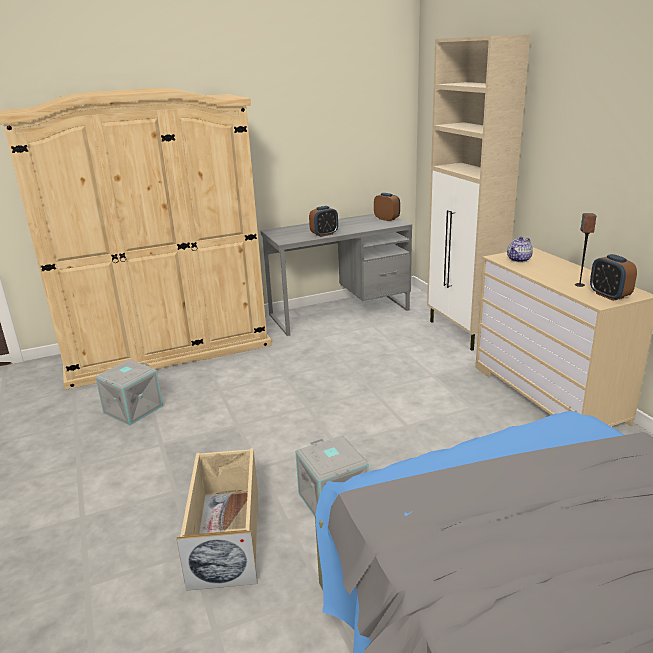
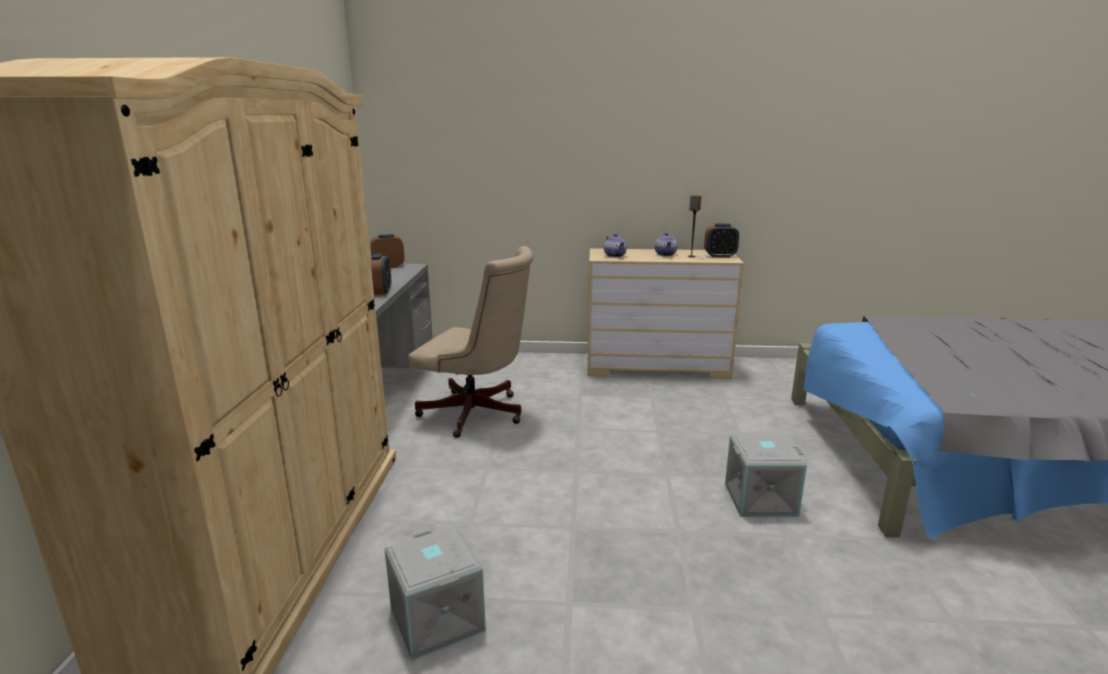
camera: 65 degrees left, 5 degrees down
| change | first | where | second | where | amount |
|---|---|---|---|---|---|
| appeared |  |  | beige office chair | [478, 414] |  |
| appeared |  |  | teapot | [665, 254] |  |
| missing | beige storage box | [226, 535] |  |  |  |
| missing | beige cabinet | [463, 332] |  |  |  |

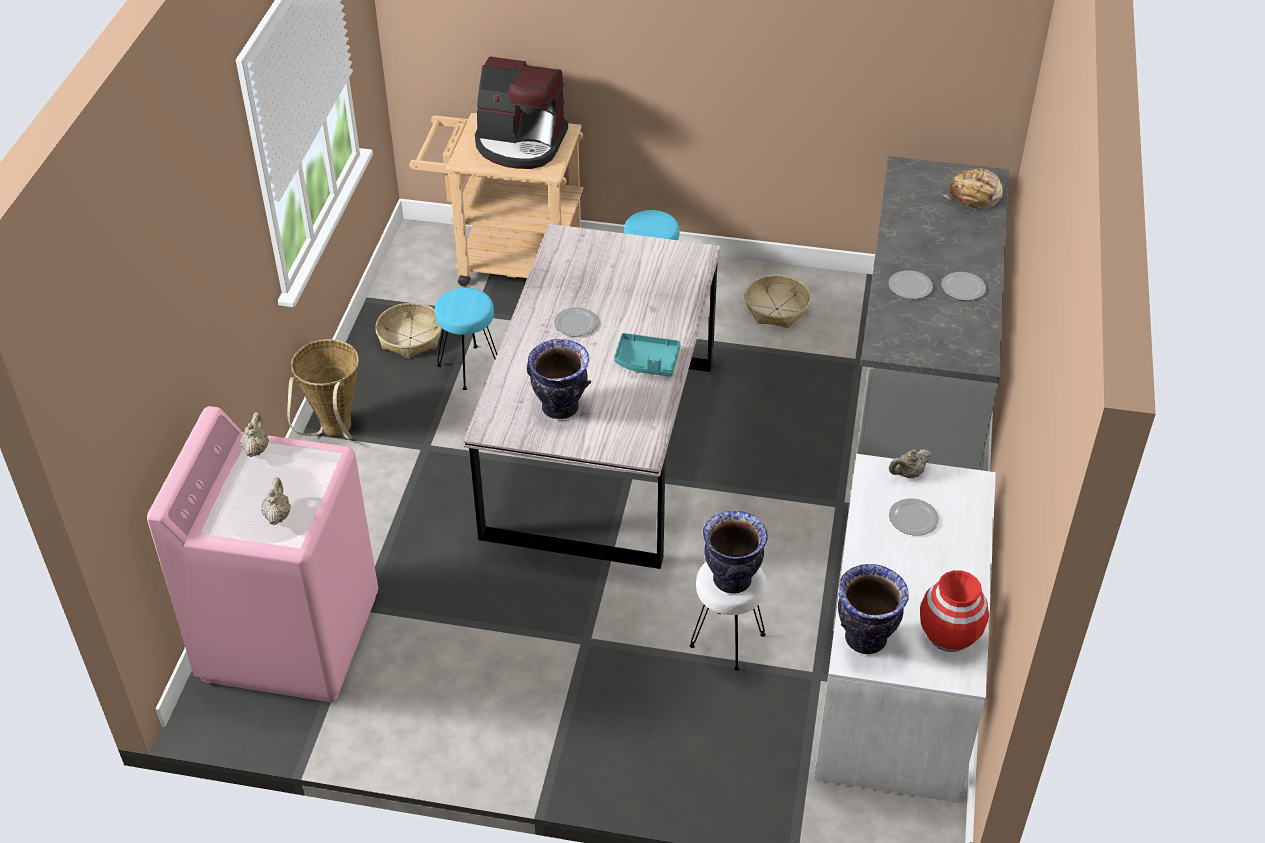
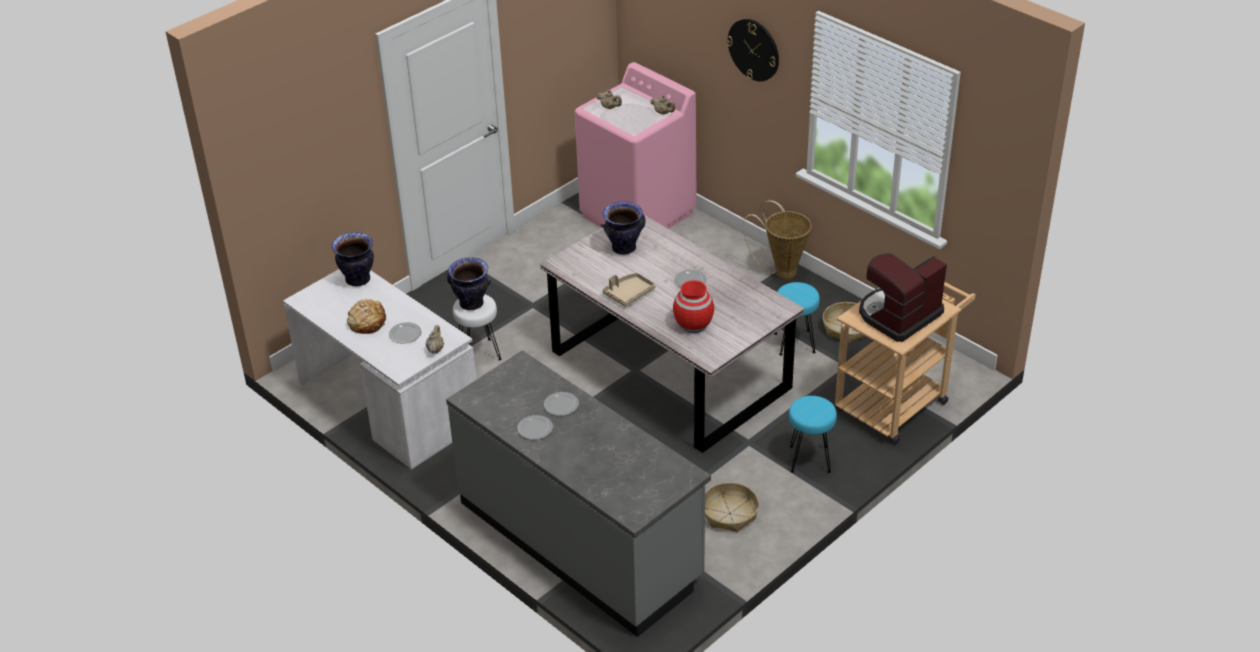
camera: 125 degrees right, 5 degrees down
| change | first | where | second | where | amount |
|---|---|---|---|---|---|
| relocated | bread | [974, 196] |  | [367, 322] |  |
| colour | turquoise tray | [647, 362] | beige tray | [628, 294] |  |
| relocated | red vase | [949, 634] |  | [693, 324] |  |
| appeared |  |  | wall clock | [754, 49] |  |

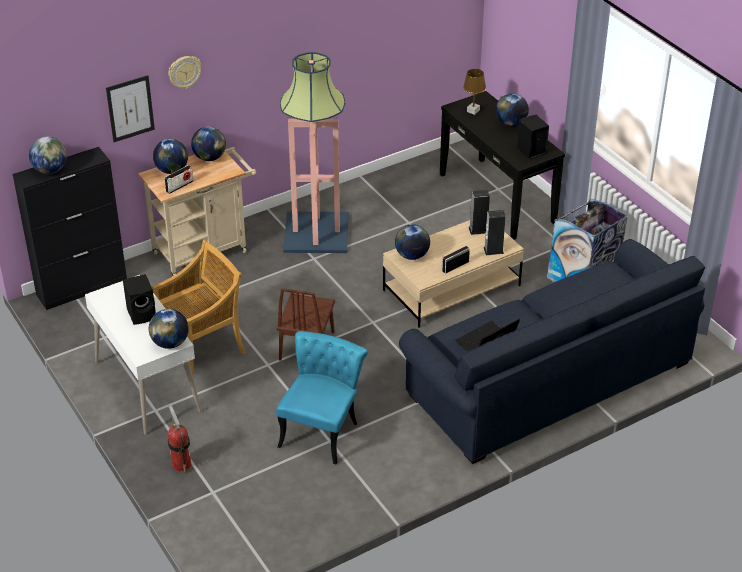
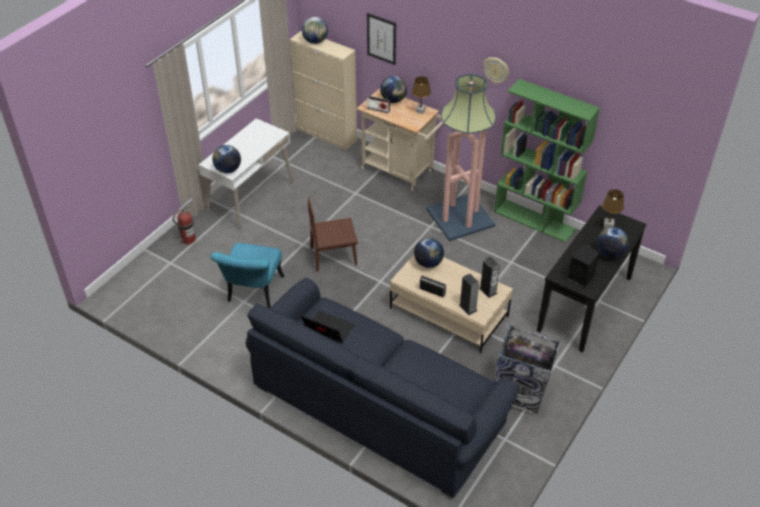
camera: 65 degrees right, 5 degrees up
| change | first | where | second | where | amount |
|---|---|---|---|---|---|
| spun | turquoise chair | [322, 429] |  | [253, 293] | 105 degrees clockwise |
| colour | black cabinet | [82, 287] | beige cabinet | [326, 134] |  |
| exchanged | globe | [209, 158] | brown table lamp | [420, 111] |  |
| relocated | wall clock | [184, 72] |  | [496, 70] |  |
| appeared |  |  | green bookcase | [535, 220] |  |
| missing | black speaker | [142, 314] |  |  |  |
| missing | beige chair | [202, 347] |  |  |  |

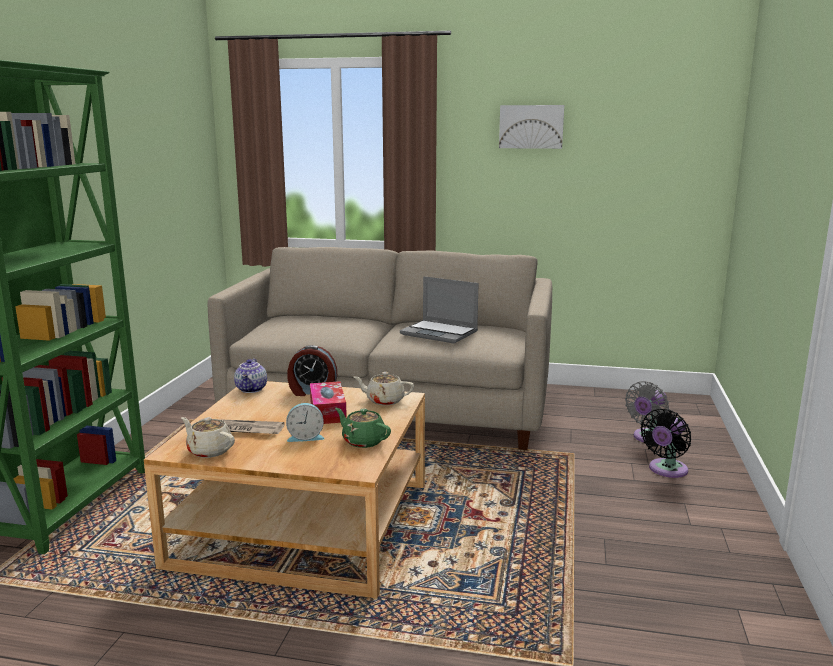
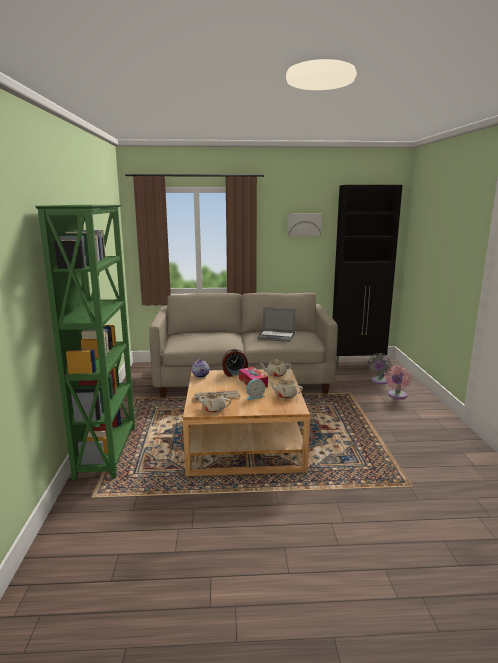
camera: 15 degrees left, 0 degrees up
| change | first | where | second | where | amount |
|---|---|---|---|---|---|
| colour | green teapot | [363, 441] | beige teapot | [285, 395] |  |
| appeared |  |  | black cabinet | [358, 362] |  |
| colour | black fan | [666, 470] | pink fan | [396, 396] |  |

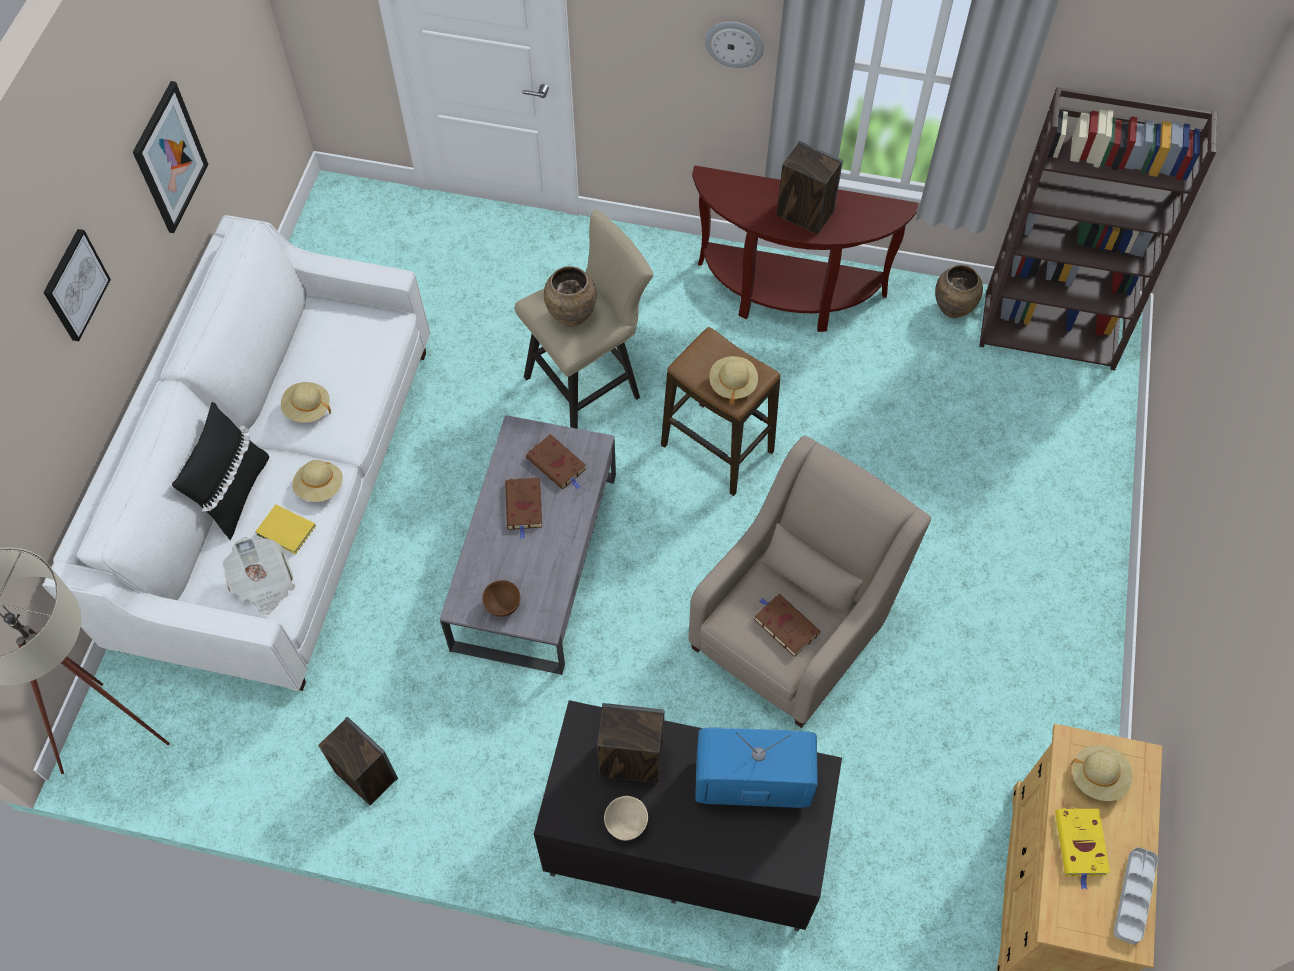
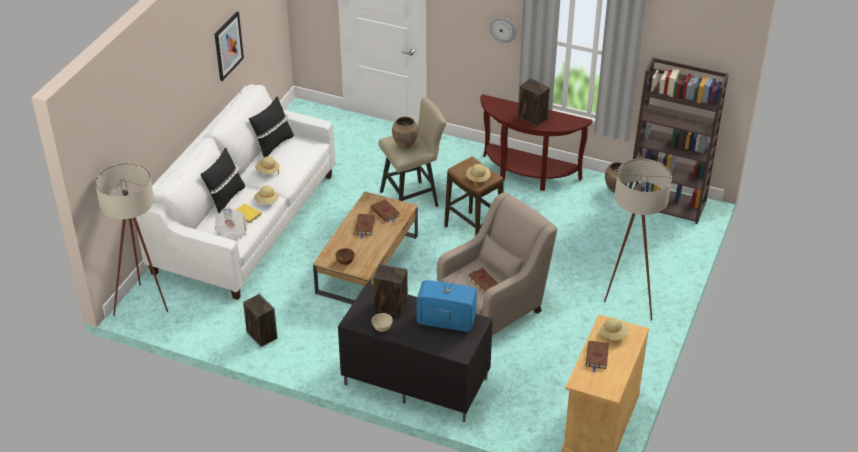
camera: 10 degrees right, 20 degrees down
| change | first | where | second | where | amount |
|---|---|---|---|---|---|
| appeared |  |  | black pillow | [273, 145] |  |
| colour | grey coffee table | [536, 558] | brown coffee table | [368, 263] |  |
| colour | yellow book | [1081, 846] | brown book | [597, 357] |  |
| appeared |  |  | beige floor lamp | [628, 302] |  |
| missing | picture | [74, 285] |  |  |  |
| missing | grey tray | [1134, 896] |  |  |  |

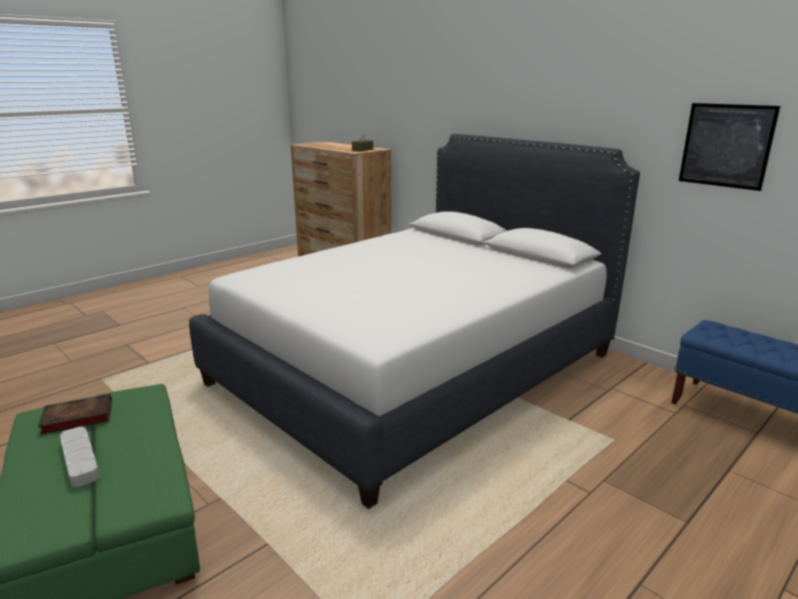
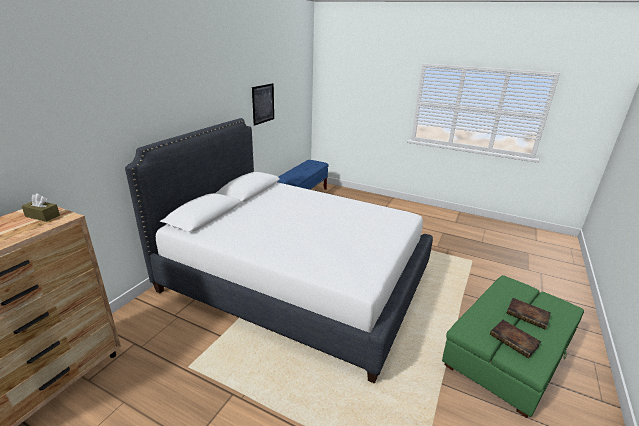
camera: 110 degrees left, 5 degrees up
| change | first | where | second | where | amount |
|---|---|---|---|---|---|
| exchanged | grey tray | [80, 459] | book | [528, 315] |  |

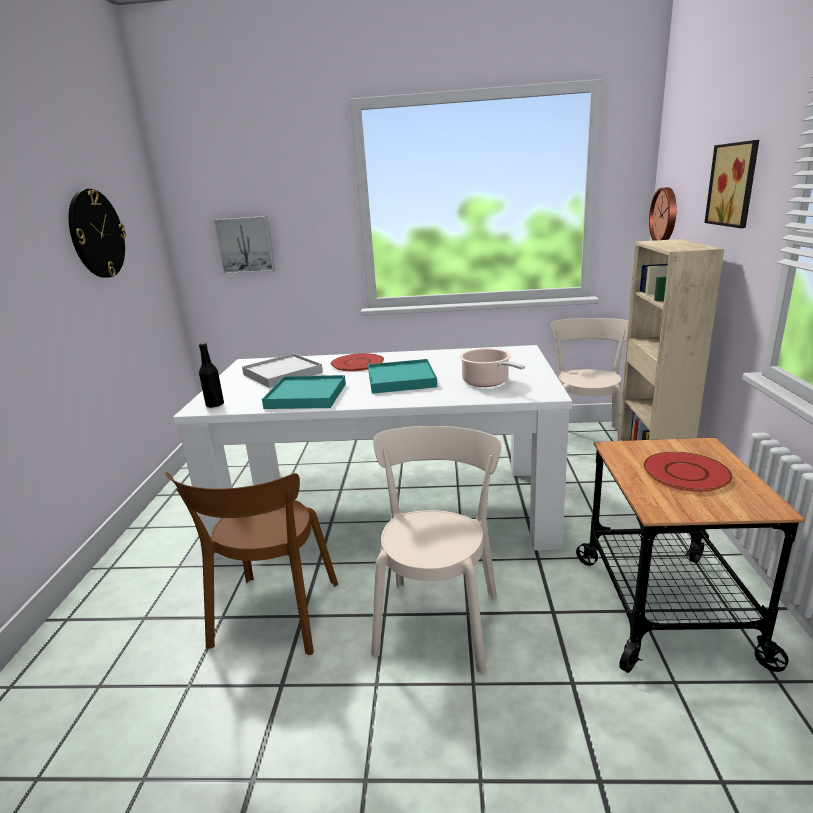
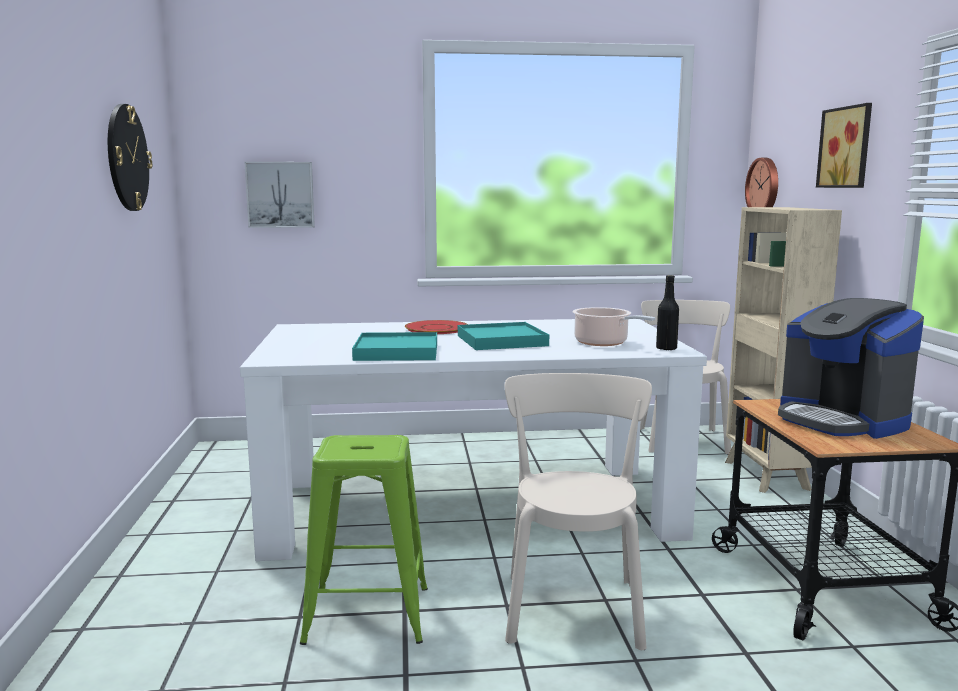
camera: 10 degrees left, 10 degrees down
| change | first | where | second | where | amount |
|---|---|---|---|---|---|
| exchanged | brown chair | [274, 618] | green stool | [369, 615] |  |
| relocated | black bottle | [215, 405] |  | [666, 349] |  |
| exchanged | red plate | [686, 473] | coffee machine | [841, 420] |  |
| missing | white tray | [282, 374] |  |  |  |

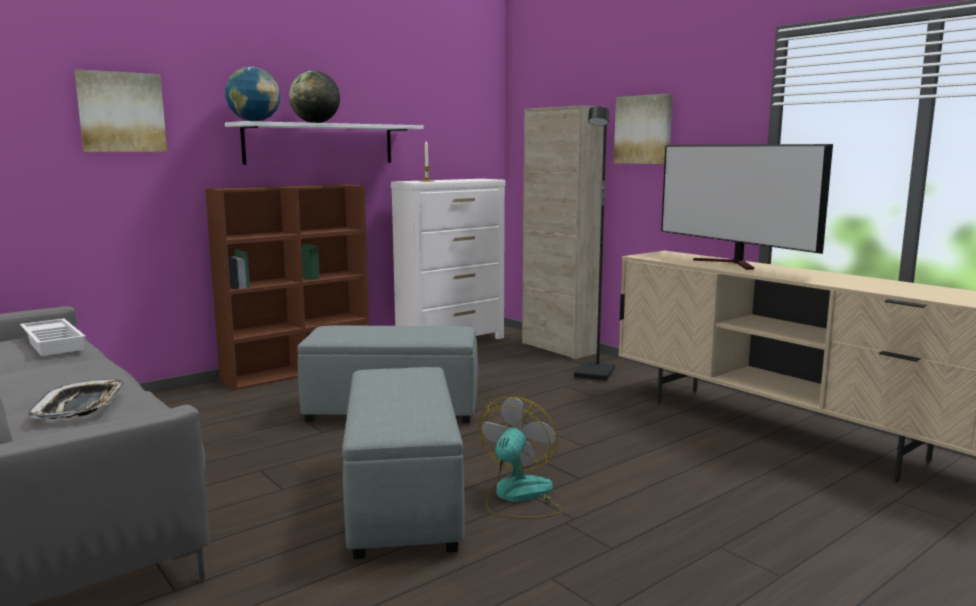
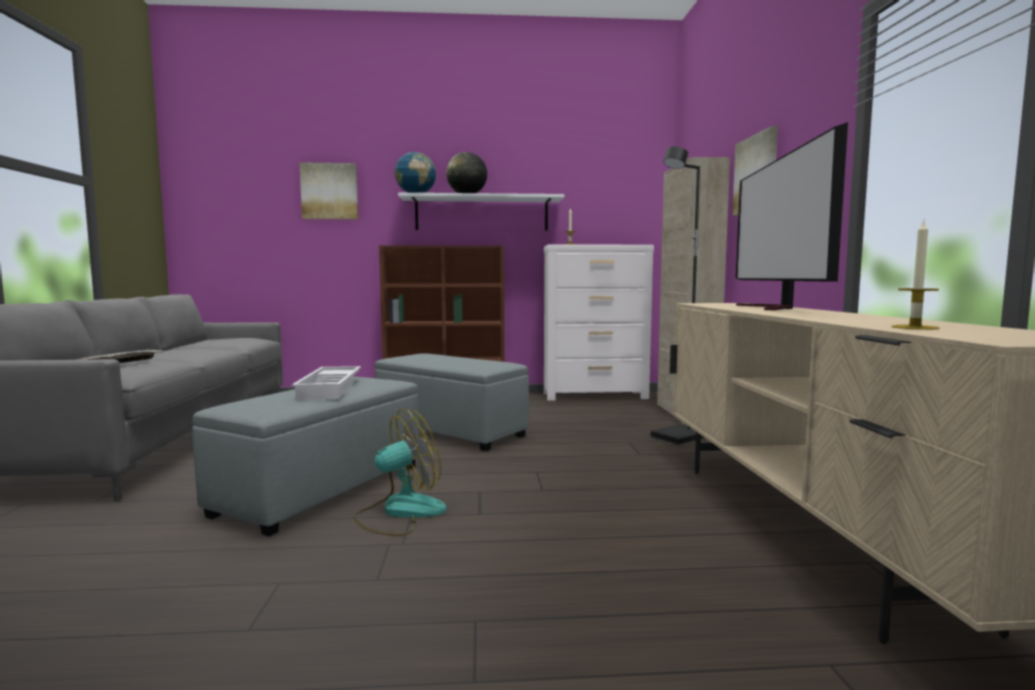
camera: 35 degrees right, 5 degrees down
| change | first | where | second | where | amount |
|---|---|---|---|---|---|
| relocated | white tray | [55, 342] |  | [331, 388] |  |
| appeared |  |  | candle | [915, 327] |  |

